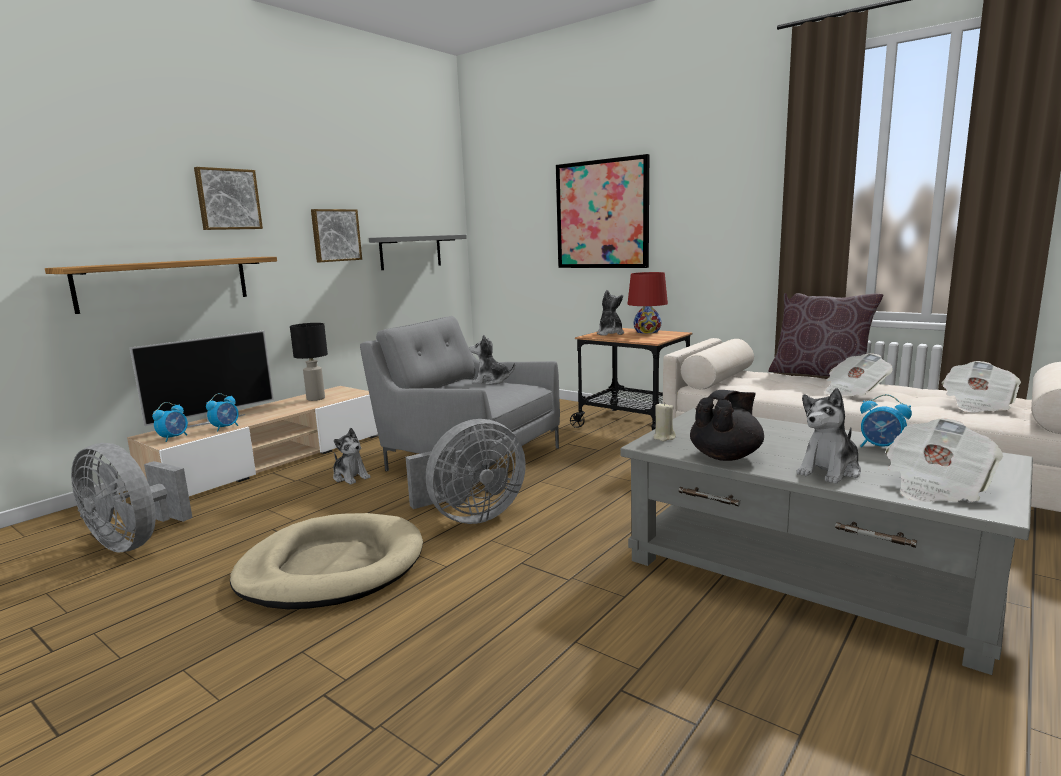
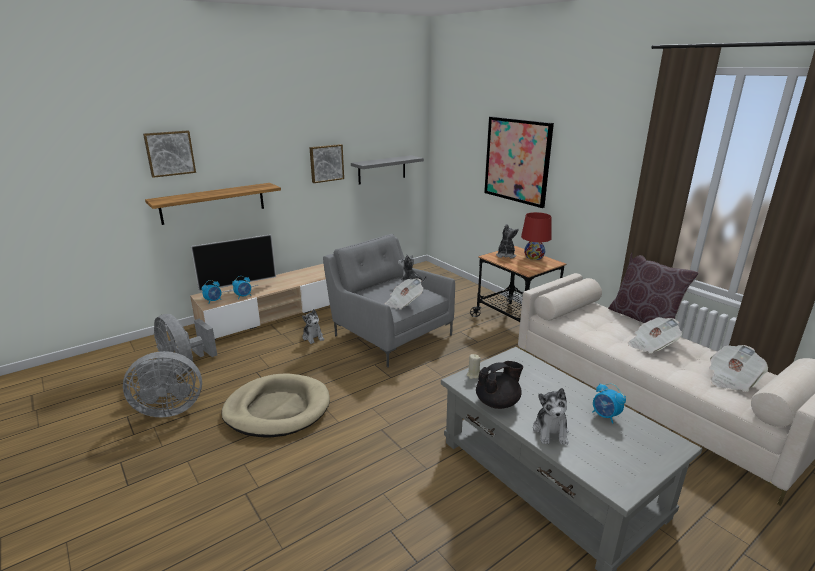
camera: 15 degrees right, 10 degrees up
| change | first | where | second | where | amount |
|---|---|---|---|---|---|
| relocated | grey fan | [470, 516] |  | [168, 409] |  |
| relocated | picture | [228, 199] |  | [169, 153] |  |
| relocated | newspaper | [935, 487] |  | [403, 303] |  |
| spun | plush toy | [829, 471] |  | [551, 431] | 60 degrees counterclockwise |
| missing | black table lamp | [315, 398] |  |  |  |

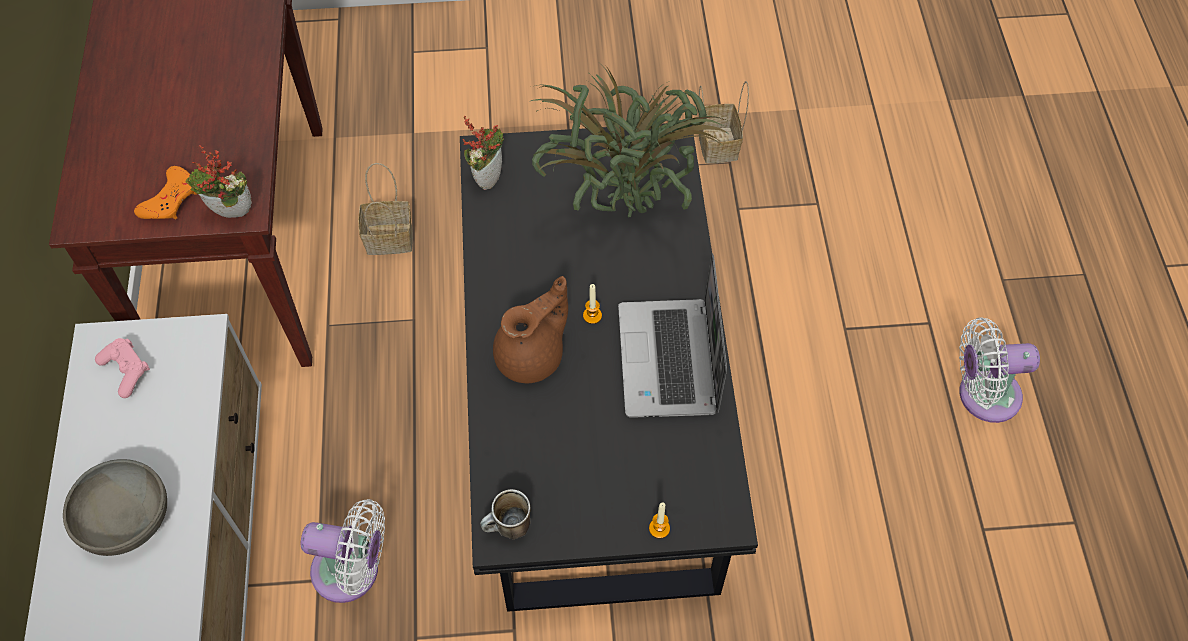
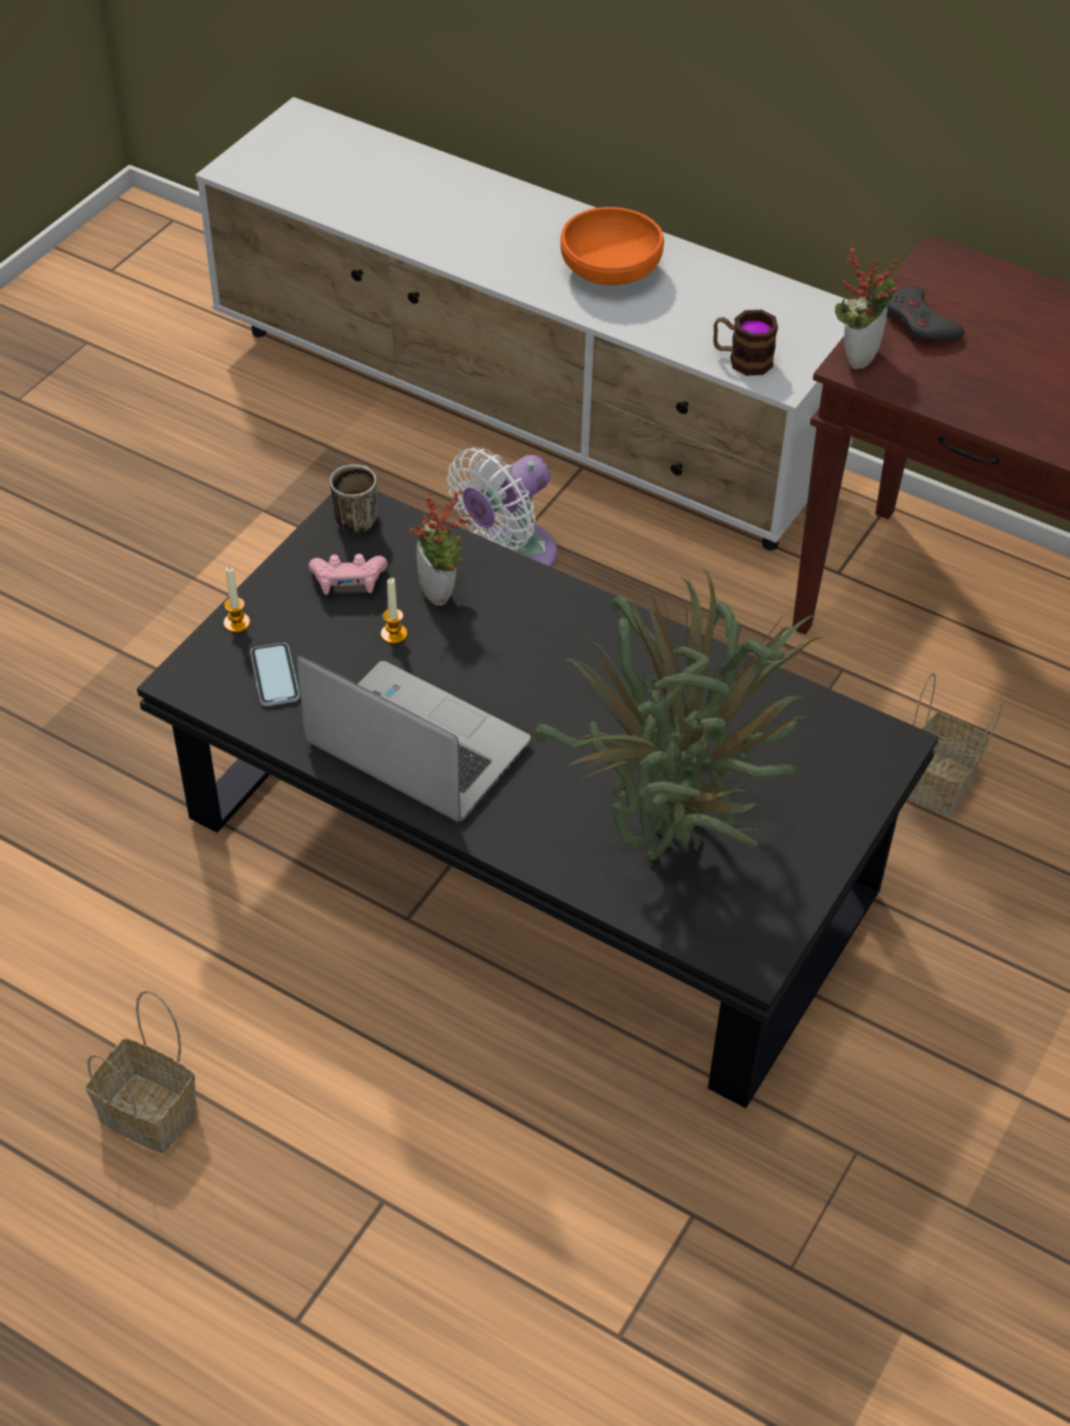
camera: 125 degrees right, 10 degrees down
| change | first | where | second | where | amount |
|---|---|---|---|---|---|
| relocated | basket | [716, 144] |  | [152, 1113] |  |
| appeared |  |  | phone | [275, 676] |  |
| relocated | pink game controller | [127, 371] |  | [348, 582] |  |
| relocated | candle | [592, 316] |  | [394, 634] |  |
| relocated | potted plant | [487, 177] |  | [442, 592] |  |
| colour | grey bowl | [126, 518] | orange bowl | [610, 271] |  |
| appeared |  |  | mug | [741, 360] |  |
| colour | orange game controller | [170, 199] | grey game controller | [920, 323] |  |
| missing | brown teapot | [532, 356] |  |  |  |
| missing | white fan | [982, 395] |  |  |  |

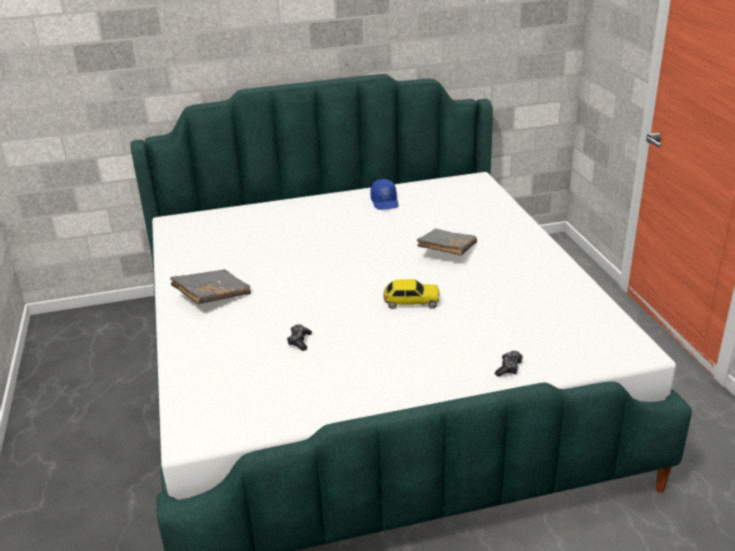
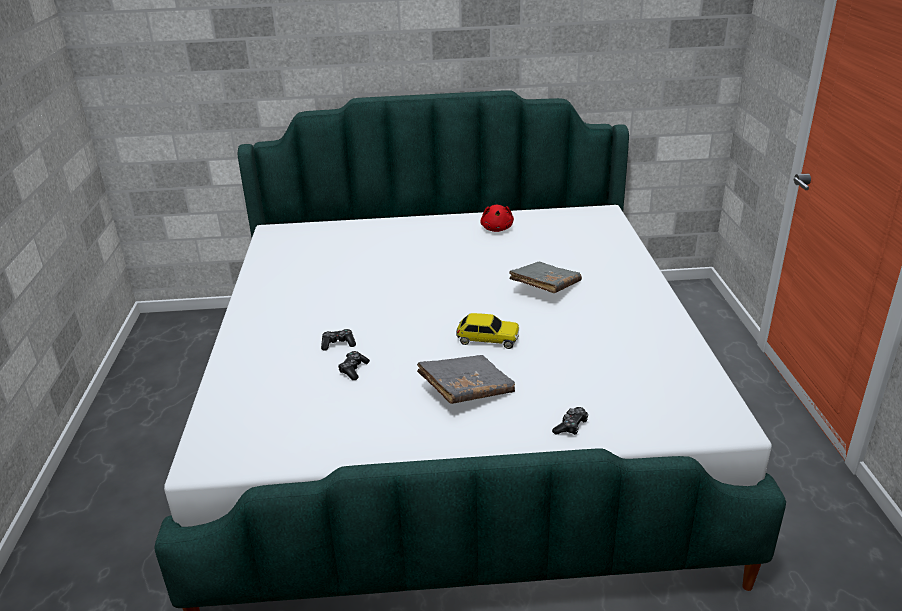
camera: 10 degrees right, 0 degrees up
| change | first | where | second | where | amount |
|---|---|---|---|---|---|
| appeared |  |  | game controller | [338, 344] |  |
| relocated | grey book | [212, 296] |  | [466, 390] |  |
| exchanged | blue cap | [385, 202] | red plush toy | [497, 229] |  |

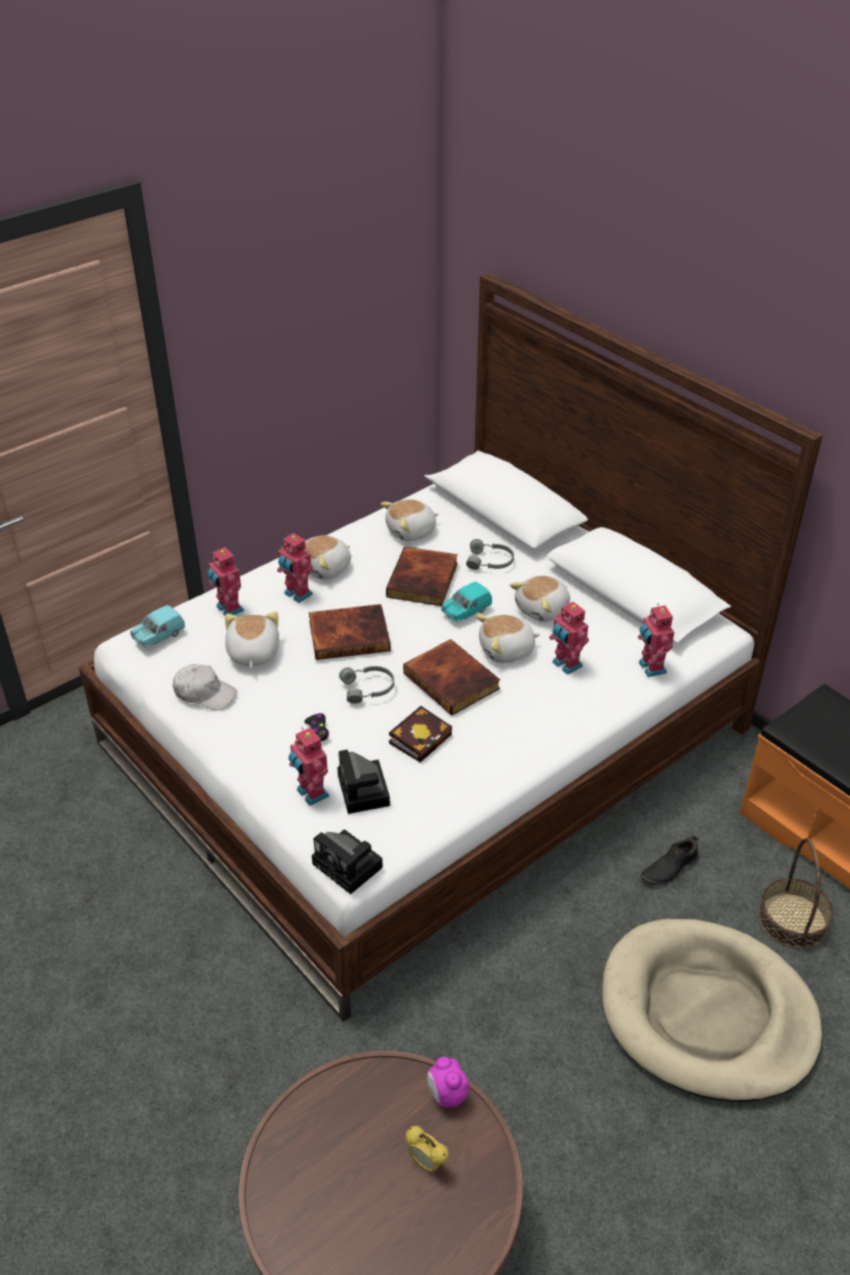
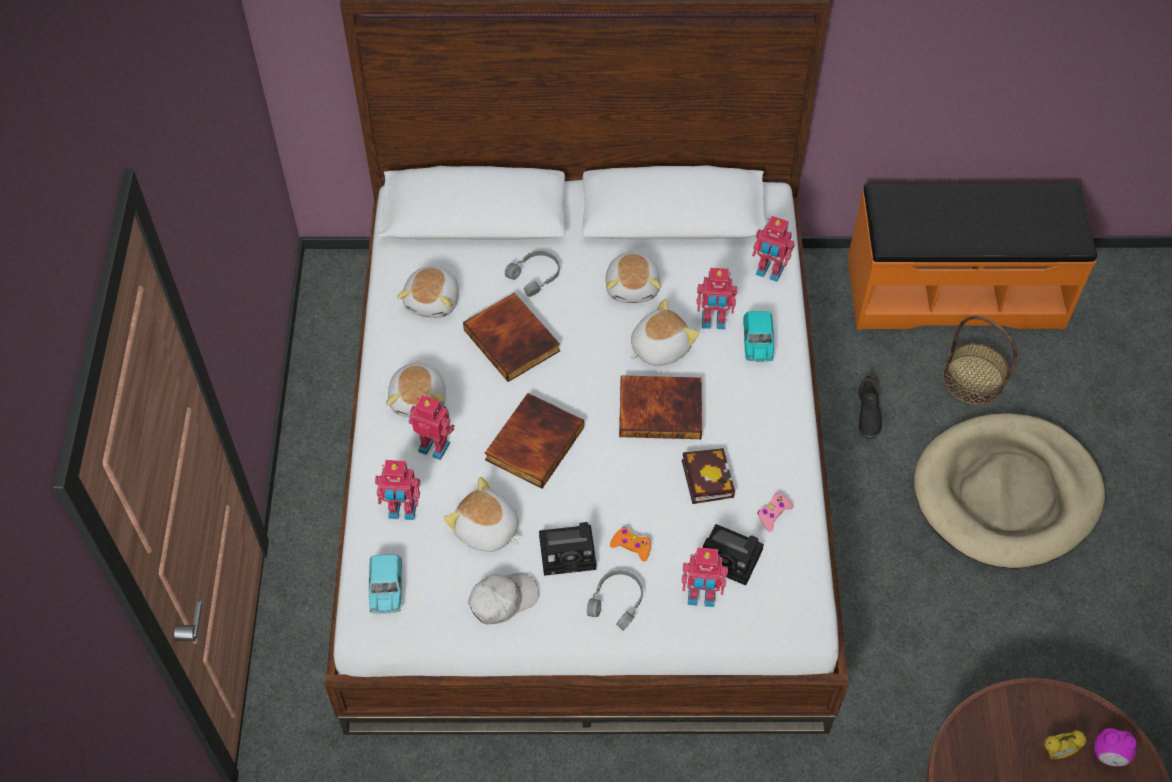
camera: 50 degrees left, 15 degrees up
| change | first | where | second | where | amount |
|---|---|---|---|---|---|
| spun | toy robot | [297, 595] |  | [435, 445] | 150 degrees counterclockwise |
| relocated | photo camera | [350, 867] |  | [570, 552] |  |
| relocated | grey headphones | [368, 689] |  | [617, 602] |  |
| colour | black game controller | [317, 732] | orange game controller | [631, 546] |  |
| spun | plush toy | [506, 650] |  | [659, 347] | 150 degrees counterclockwise |
| relocated | turquoise toy car | [466, 612] |  | [757, 344] |  |
| appeared |  |  | pink game controller | [773, 514] |  |
| relocated | alarm clock | [446, 1095] |  | [1109, 755] |  |

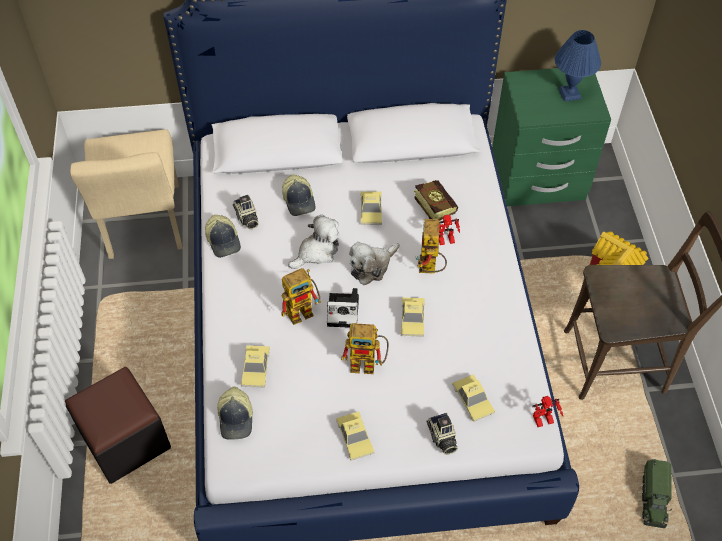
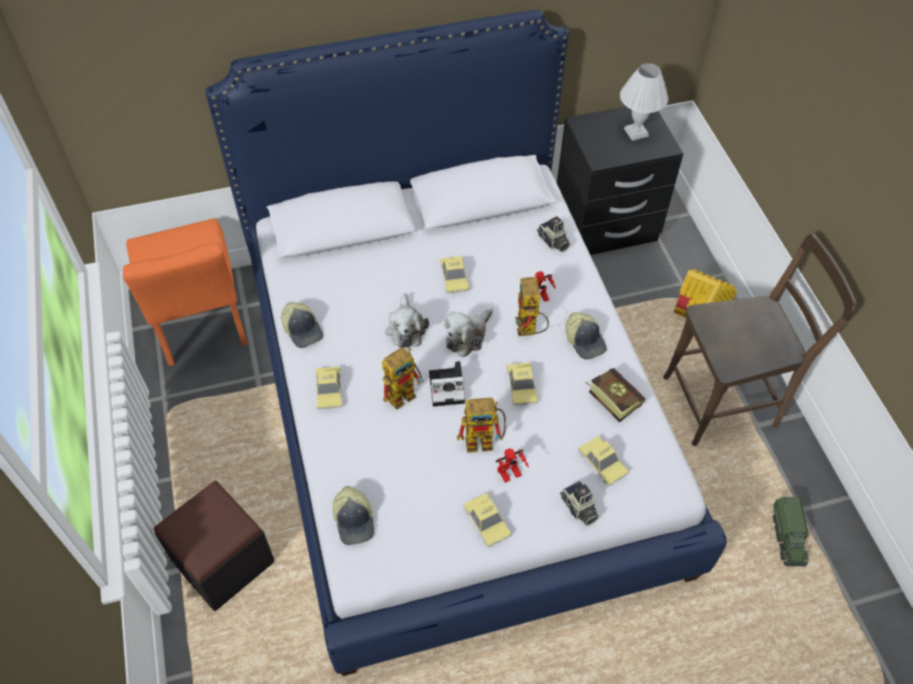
camera: 10 degrees left, 0 degrees up
| change | first | where | second | where | amount |
|---|---|---|---|---|---|
| colour | beige chair | [144, 228] | orange chair | [201, 327] |  |
| relocated | toy car | [255, 368] |  | [329, 390] |  |
| spun | plush toy | [317, 252] |  | [406, 328] | 135 degrees clockwise |
| relocated | toy robot | [543, 422] |  | [510, 476] |  |
| relocated | photo camera | [246, 218] |  | [553, 242] |  |
| colour | green nightstand | [537, 179] | black nightstand | [605, 226] |  |
| relocated | cap | [299, 200] |  | [585, 340] |  |
| relocated | book | [432, 205] |  | [610, 397] |  |
| colour | blue table lamp | [569, 94] | white table lamp | [635, 132] |  |

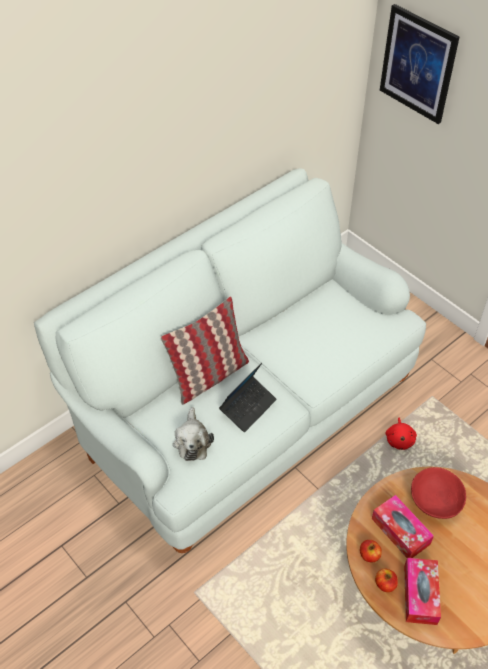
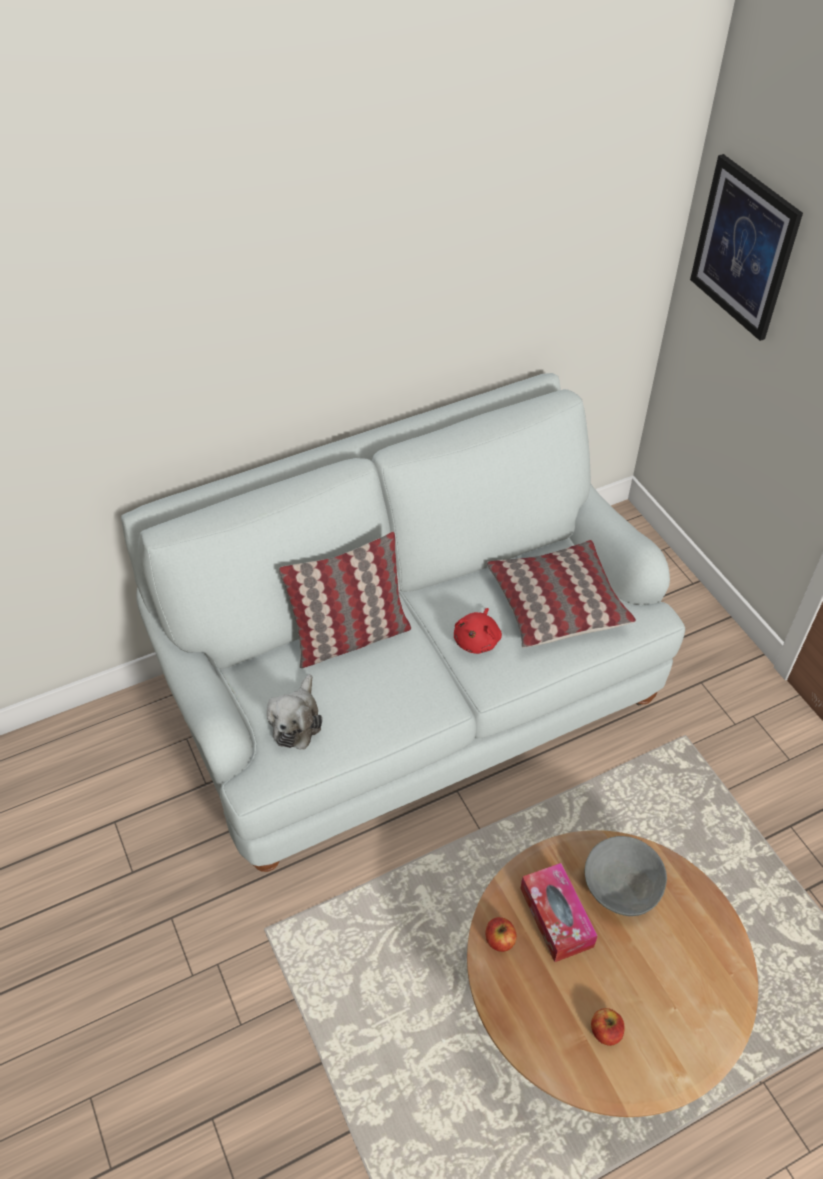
camera: 15 degrees right, 0 degrees up
| change | first | where | second | where | amount |
|---|---|---|---|---|---|
| relocated | red plush toy | [399, 439] |  | [477, 640] |  |
| appeared |  |  | pillow | [556, 604] |  |
| colour | red bowl | [434, 501] | grey bowl | [620, 886] |  |
| relocated | apple | [385, 584] |  | [605, 1031] |  |
| missing | laptop | [248, 407] |  |  |  |
| missing | tissue box | [420, 594] |  |  |  |

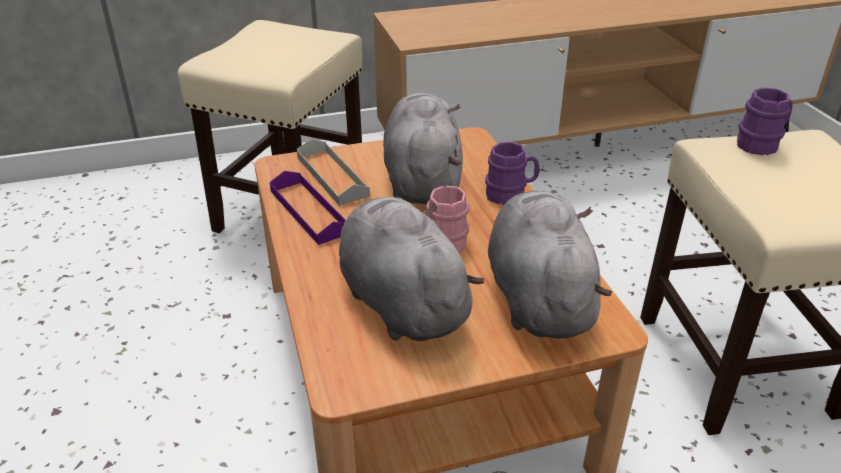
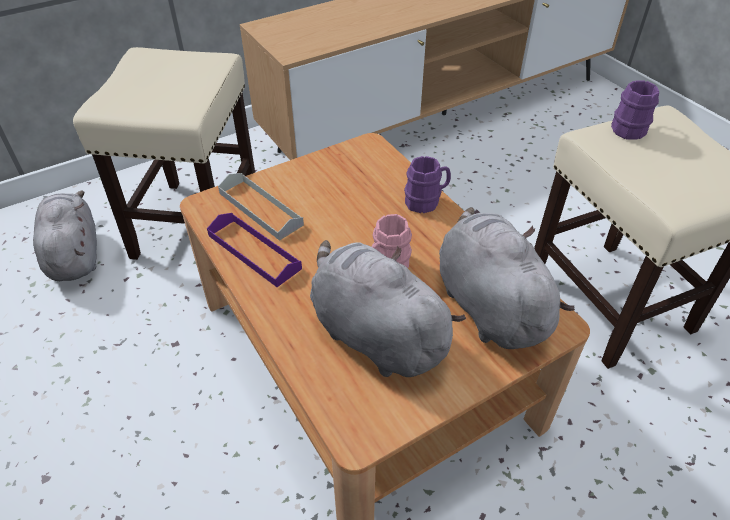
camera: 15 degrees left, 10 degrees up
| change | first | where | second | where | amount |
|---|---|---|---|---|---|
| relocated | grey plush toy | [422, 180] |  | [74, 254] |  |

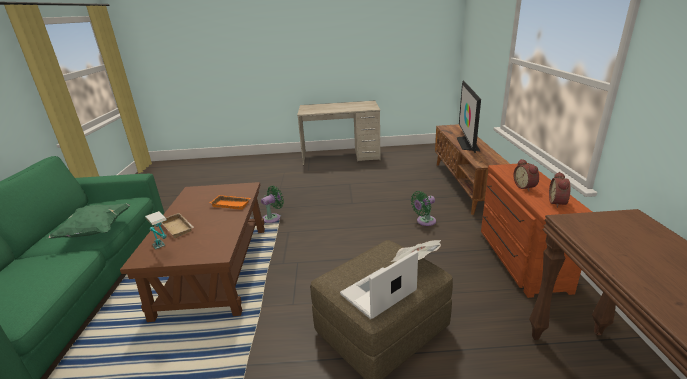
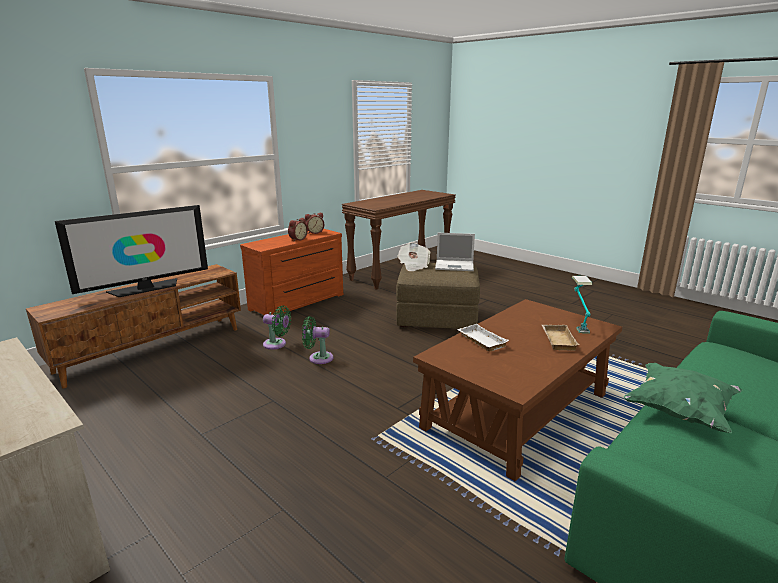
camera: 135 degrees left, 5 degrees down
| change | first | where | second | where | amount |
|---|---|---|---|---|---|
| relocated | green fan | [273, 218] |  | [318, 358] |  |
| colour | orange tray | [232, 204] | white tray | [480, 341] |  |

